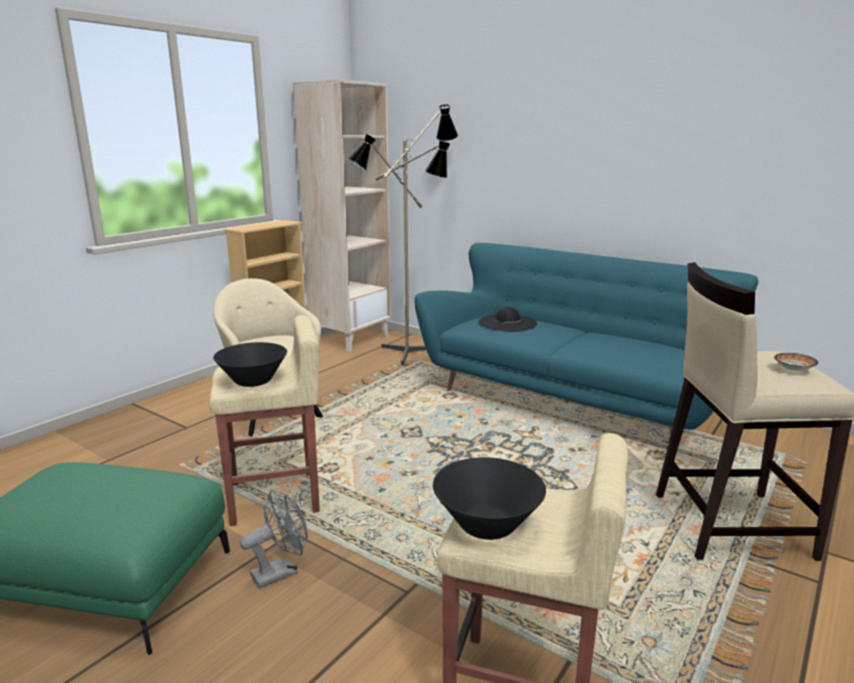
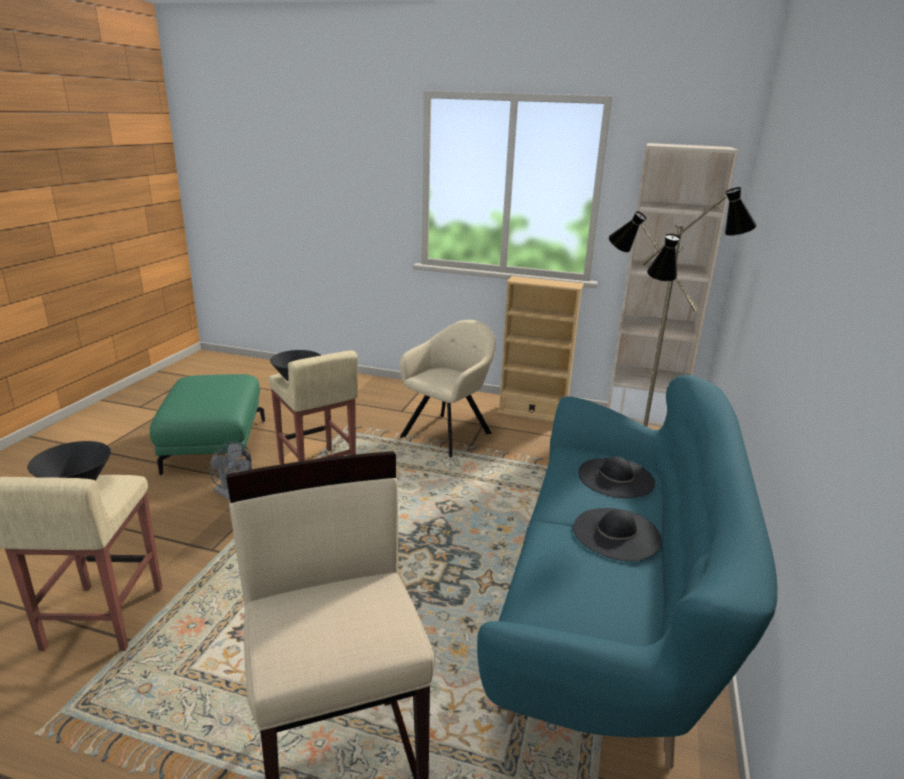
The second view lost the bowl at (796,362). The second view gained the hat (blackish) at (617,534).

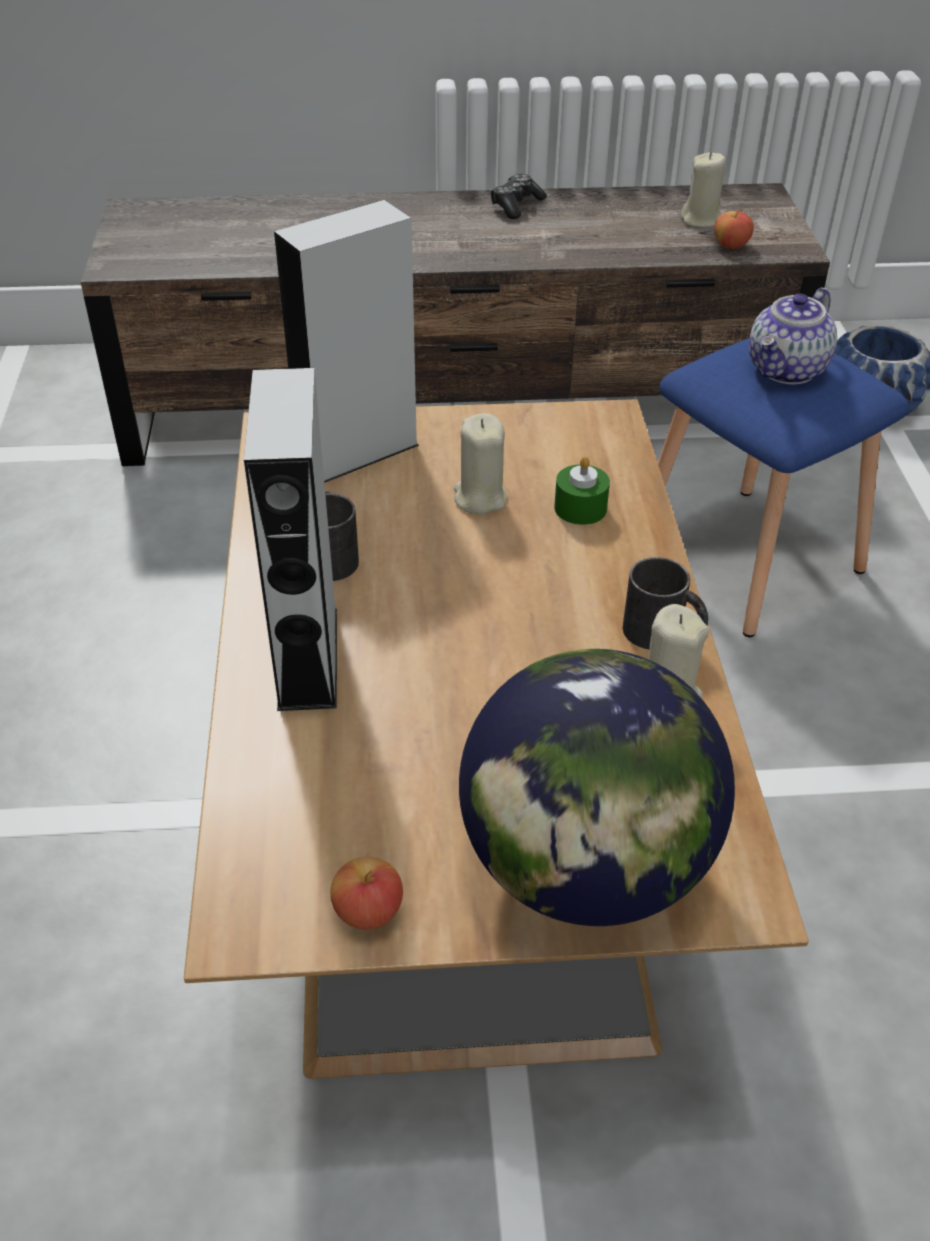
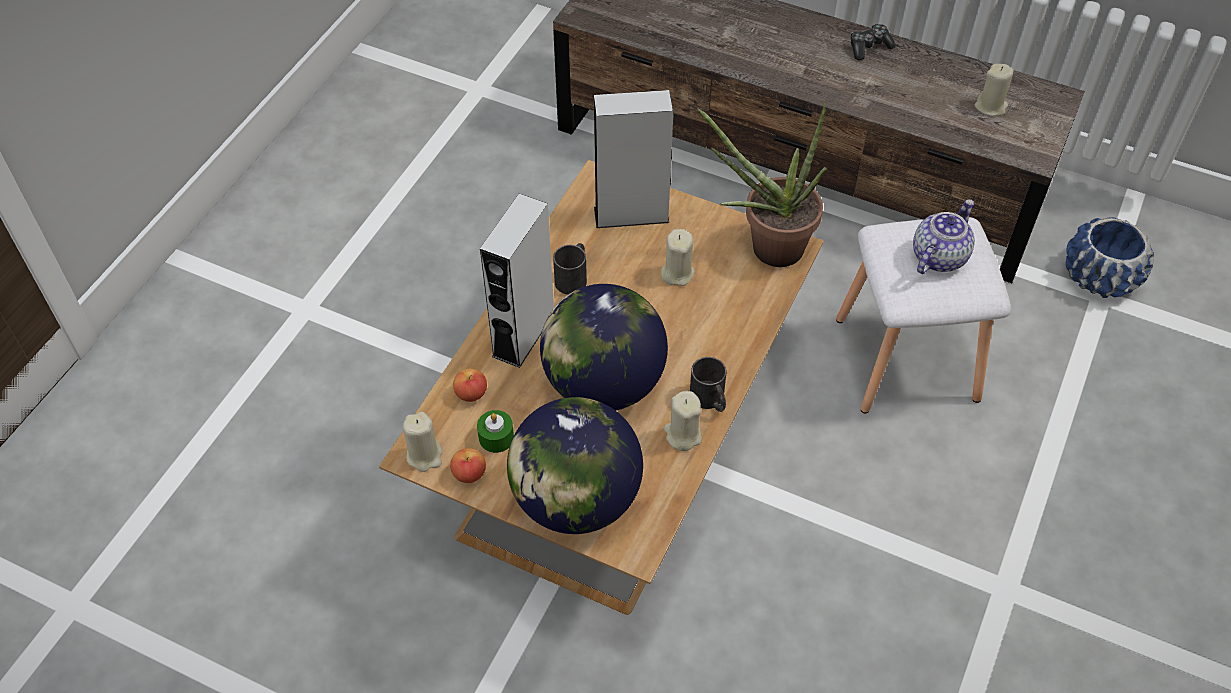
The whole apple ended up elsewhere, having gone from (734,228) to (470,385). The tea pot at (793,336) ended up facing another way, 150 degrees clockwise from before. What was the stool (blue) at (783,487) turned into the stool (white-coloured) at (923,315). The candle (greenish) ended up elsewhere, having gone from (582,490) to (495,431). The second view gained the plant in a pot at (762,184). The second view gained the world globe at (604,347). The second view gained the candle (beige) at (423,442).

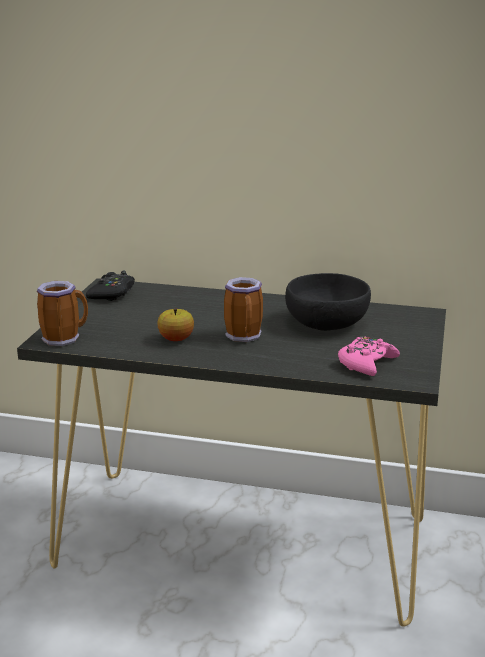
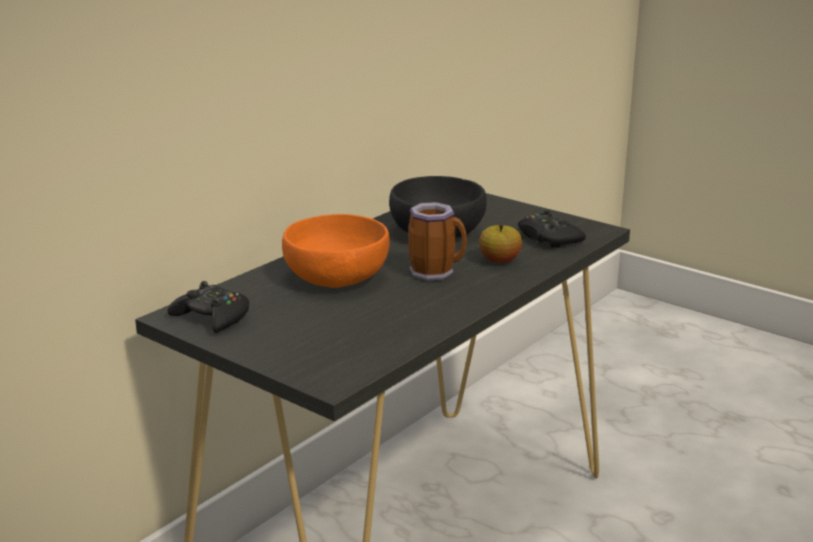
The second view lost the coffee mug at (62,313). The whole apple ended up elsewhere, having gone from (175,325) to (500,244). What was the game controller (pink) at (369,356) turned into the game controller (blackish) at (552,228). The second view gained the bowl (orange) at (336,251).

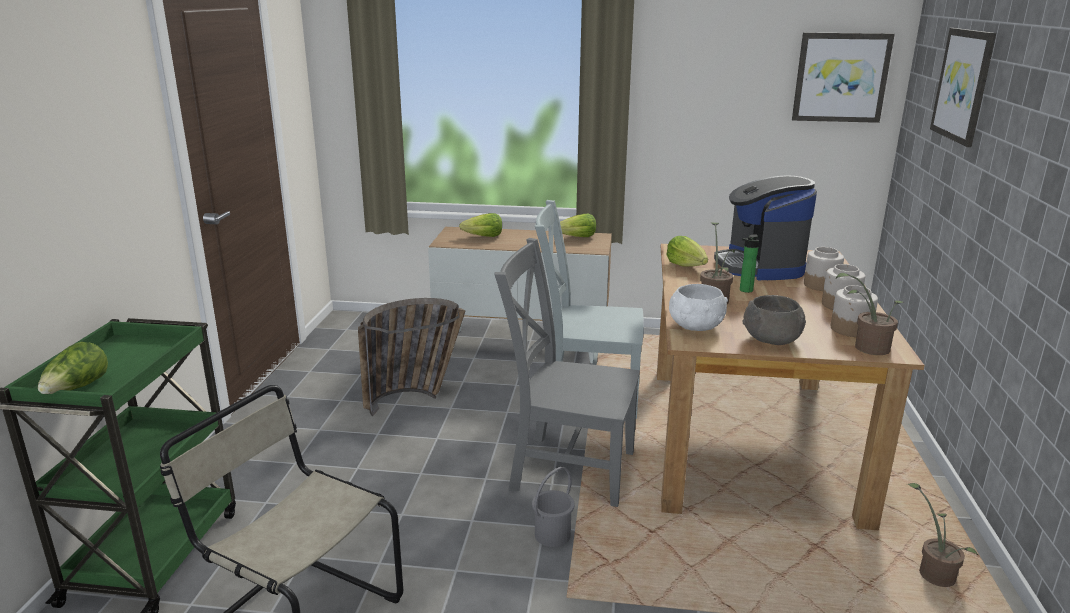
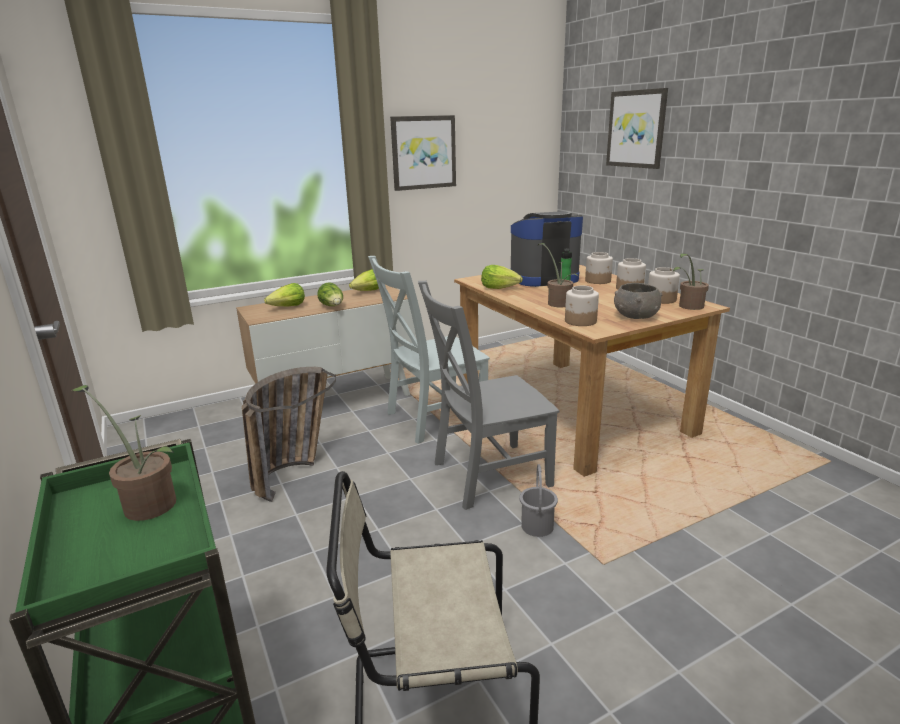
The picture ended up elsewhere, having gone from (843,77) to (423,153). The coffee brewer at (765,227) ended up facing another way, 120 degrees clockwise from before. Where the bowl (white-coloured) stood at (698,307), the storage jar came to stand at (582,306). The lettuce head ended up elsewhere, having gone from (73,368) to (330,294). The plant in a pot ended up elsewhere, having gone from (943,535) to (123,453).

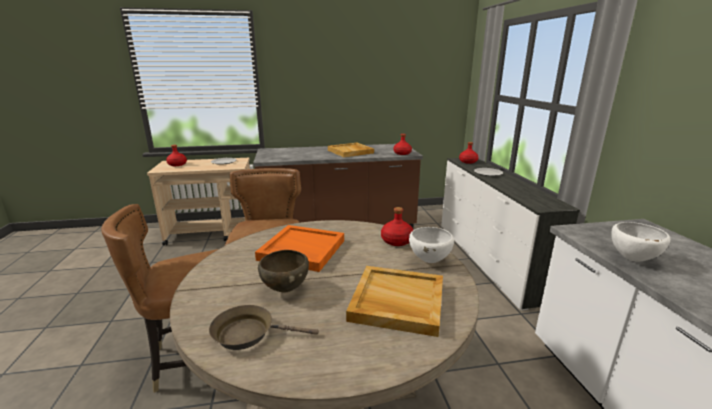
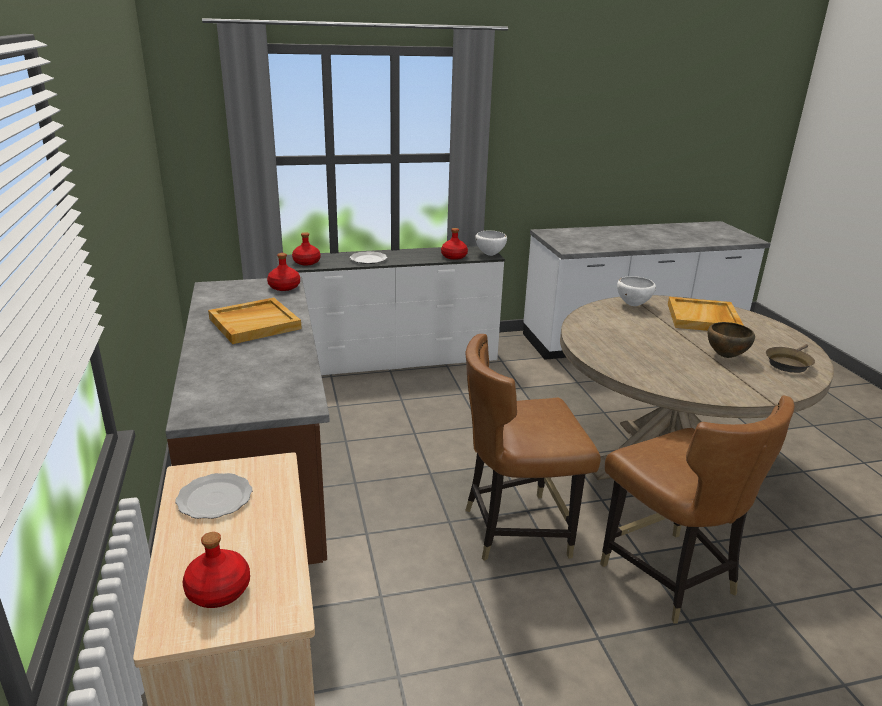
The beverage bottle (reddish) ended up elsewhere, having gone from (397,226) to (454,244). The bowl (white-coloured) ended up elsewhere, having gone from (640,241) to (491,243). The second view lost the carrying tray (orange) at (299,248). The frying pan (brownish) at (264,327) ended up facing another way, 45 degrees clockwise from before.

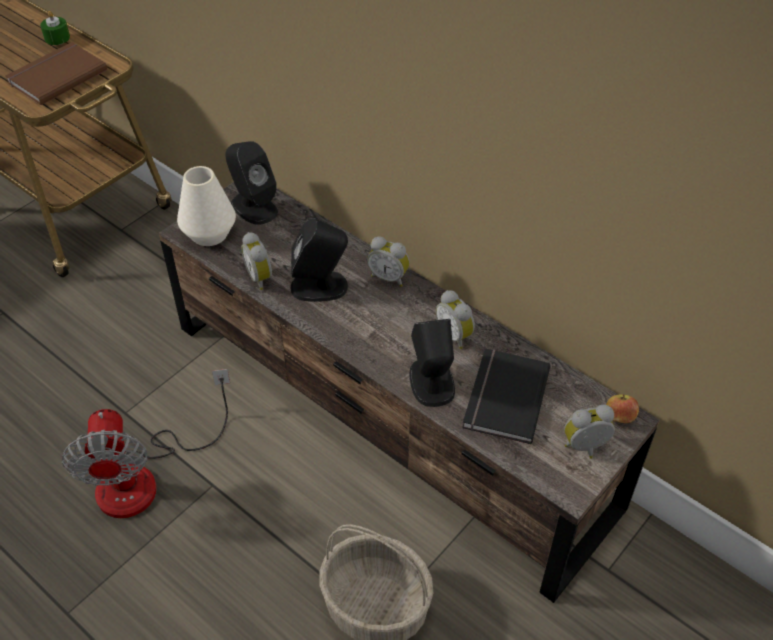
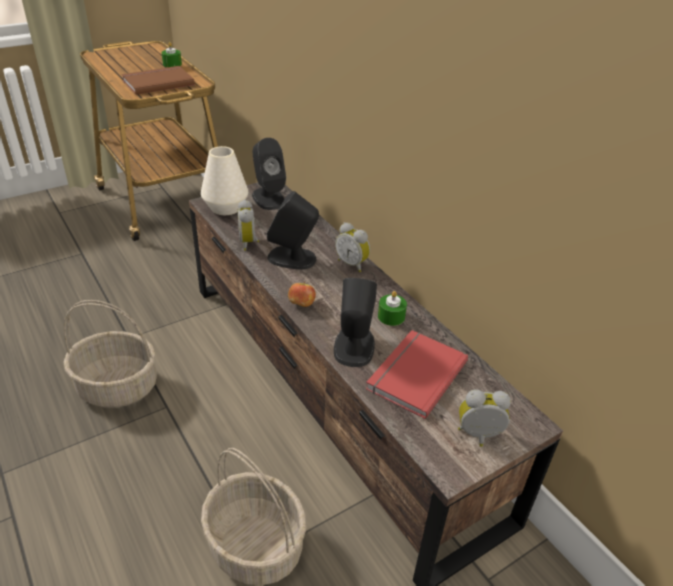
Where the table clock stood at (455,319), the candle (greenish) came to stand at (392,308). What was the bound book (blackish) at (506,396) turned into the bound book (reddish) at (417,374). Where the fan stood at (146,443), the storage basket came to stand at (110,354). The whole apple ended up elsewhere, having gone from (622,408) to (302,294).

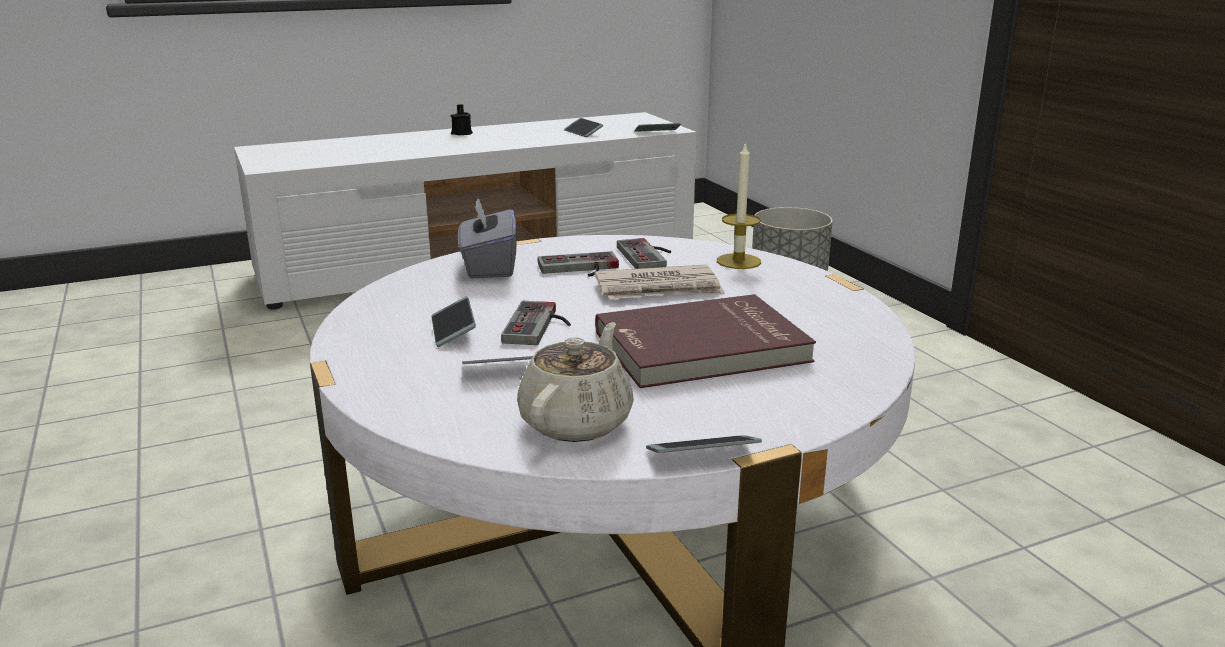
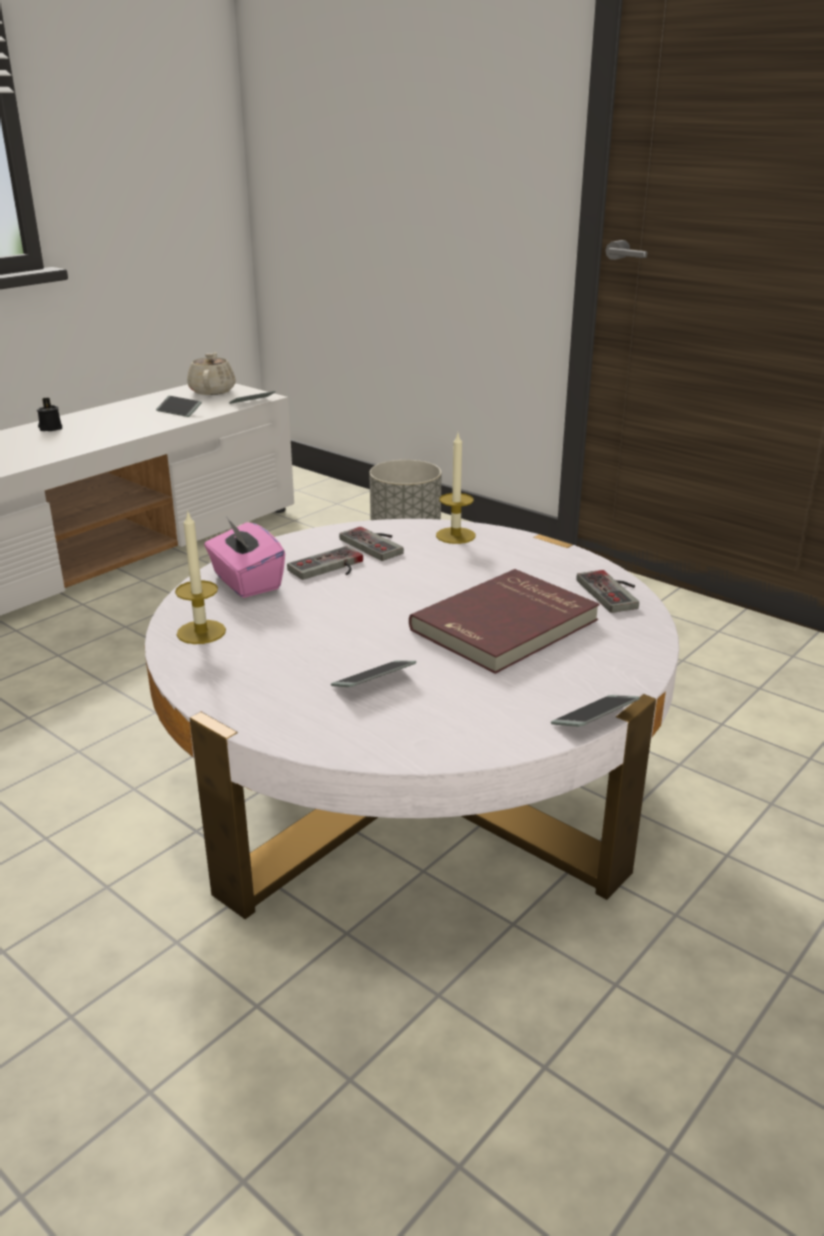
What was the tissue box (gray) at (487,237) turned into the tissue box (pink) at (244,557). The second view lost the printed paper at (659,282). The second view lost the handset at (453,322). The game controller ended up elsewhere, having gone from (536,323) to (608,591). The tea pot (beige) ended up elsewhere, having gone from (575,382) to (211,373). The second view gained the candle at (200,577).

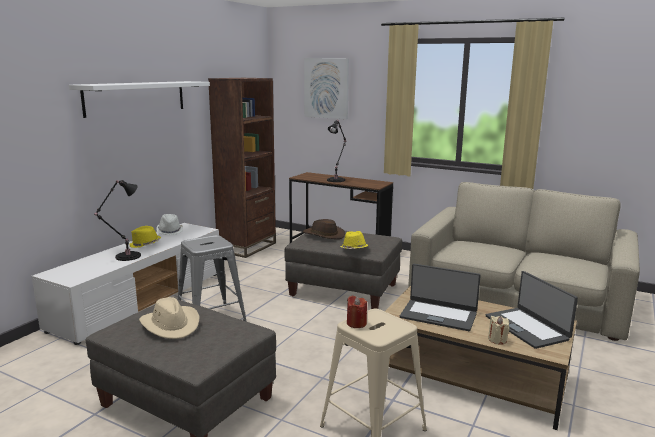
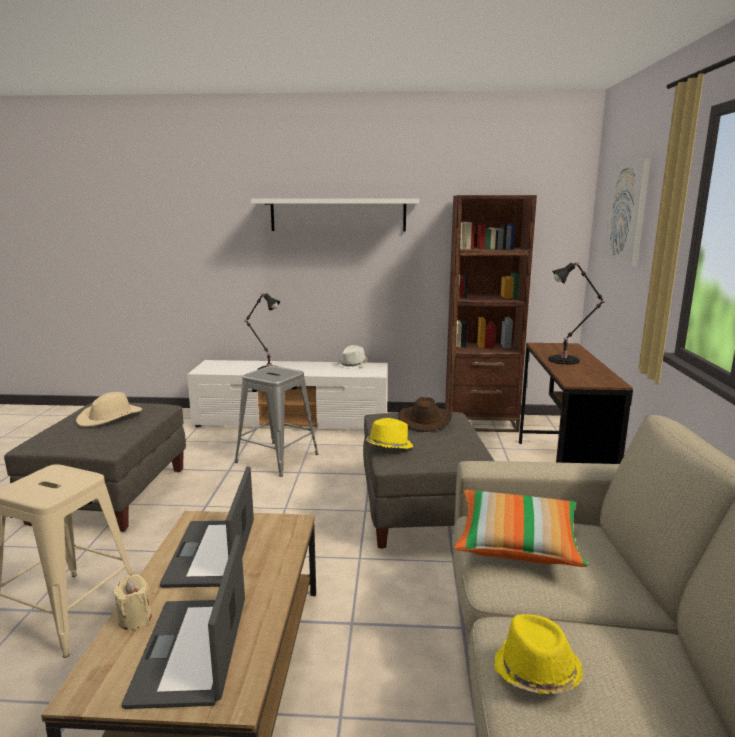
The hat (yellow) ended up elsewhere, having gone from (145,237) to (538,654). The notebook computer at (532,310) ended up facing another way, 45 degrees counterclockwise from before. The second view lost the candle (reddish) at (357,312). The second view gained the throw pillow at (521,528).

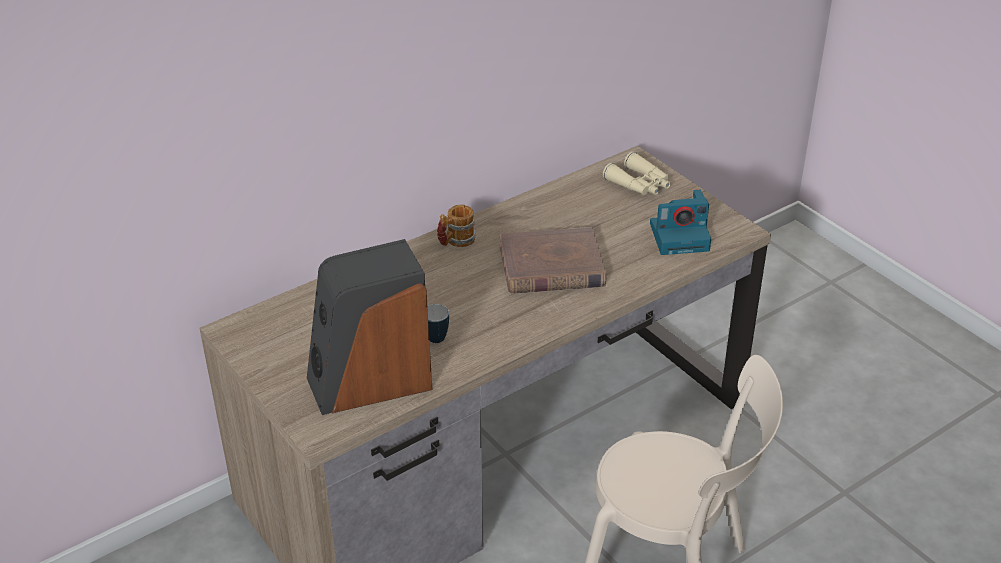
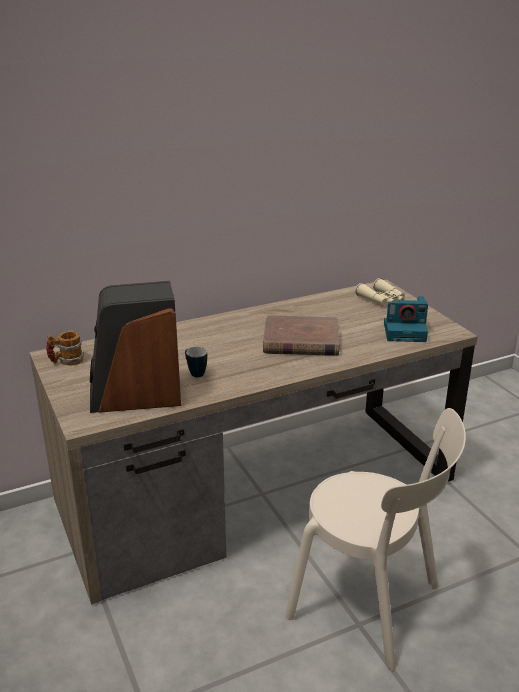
The coffee mug ended up elsewhere, having gone from (456,225) to (65,348).

